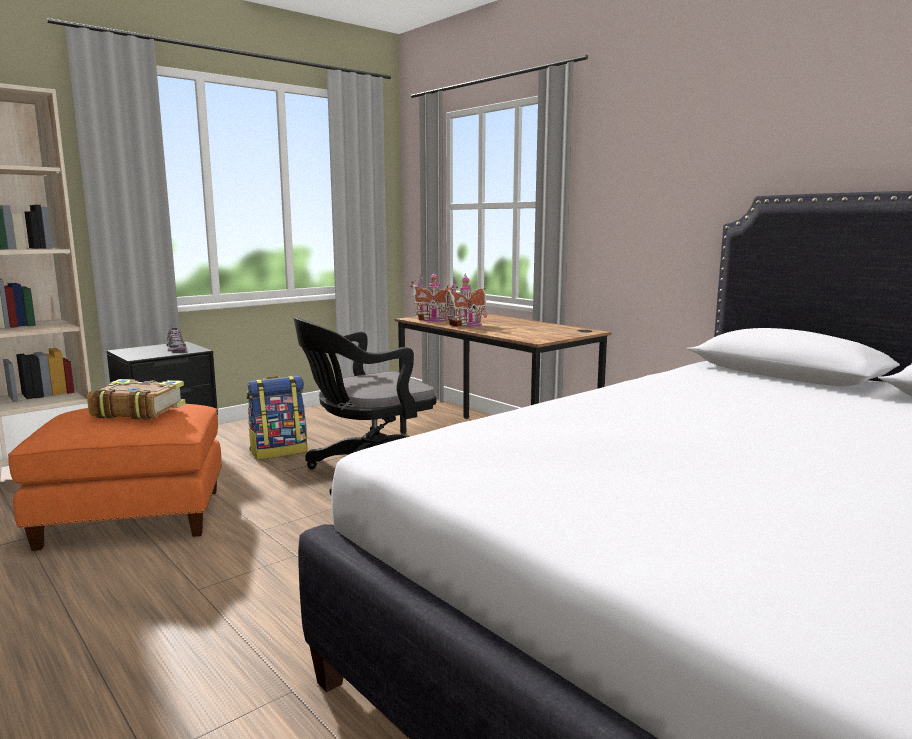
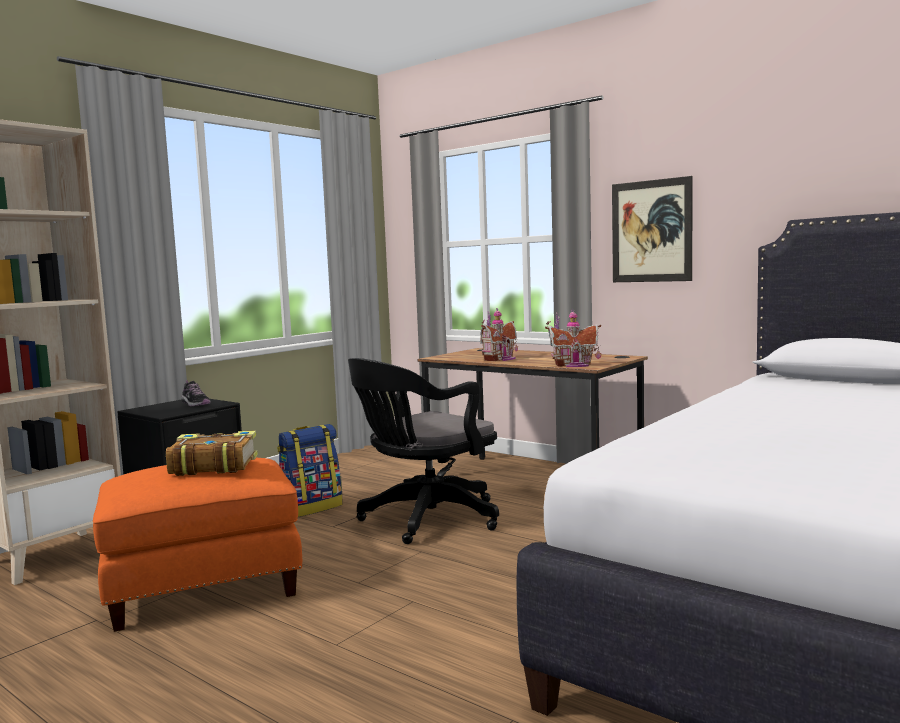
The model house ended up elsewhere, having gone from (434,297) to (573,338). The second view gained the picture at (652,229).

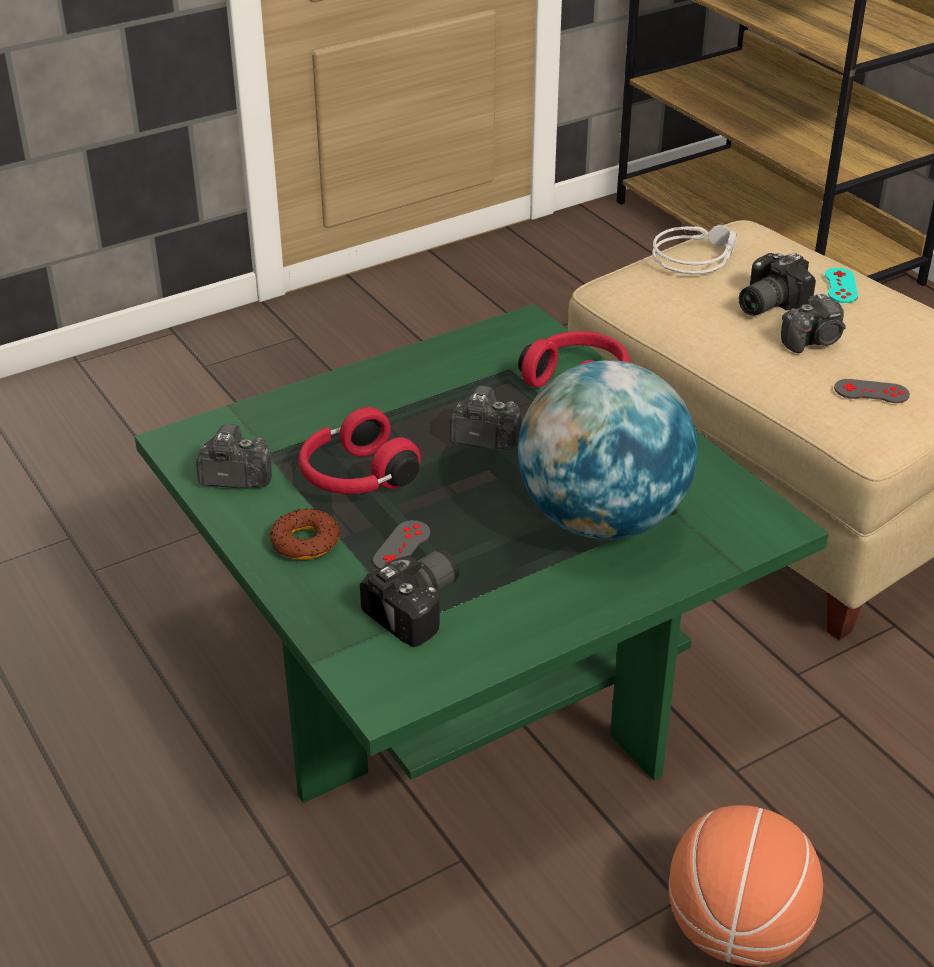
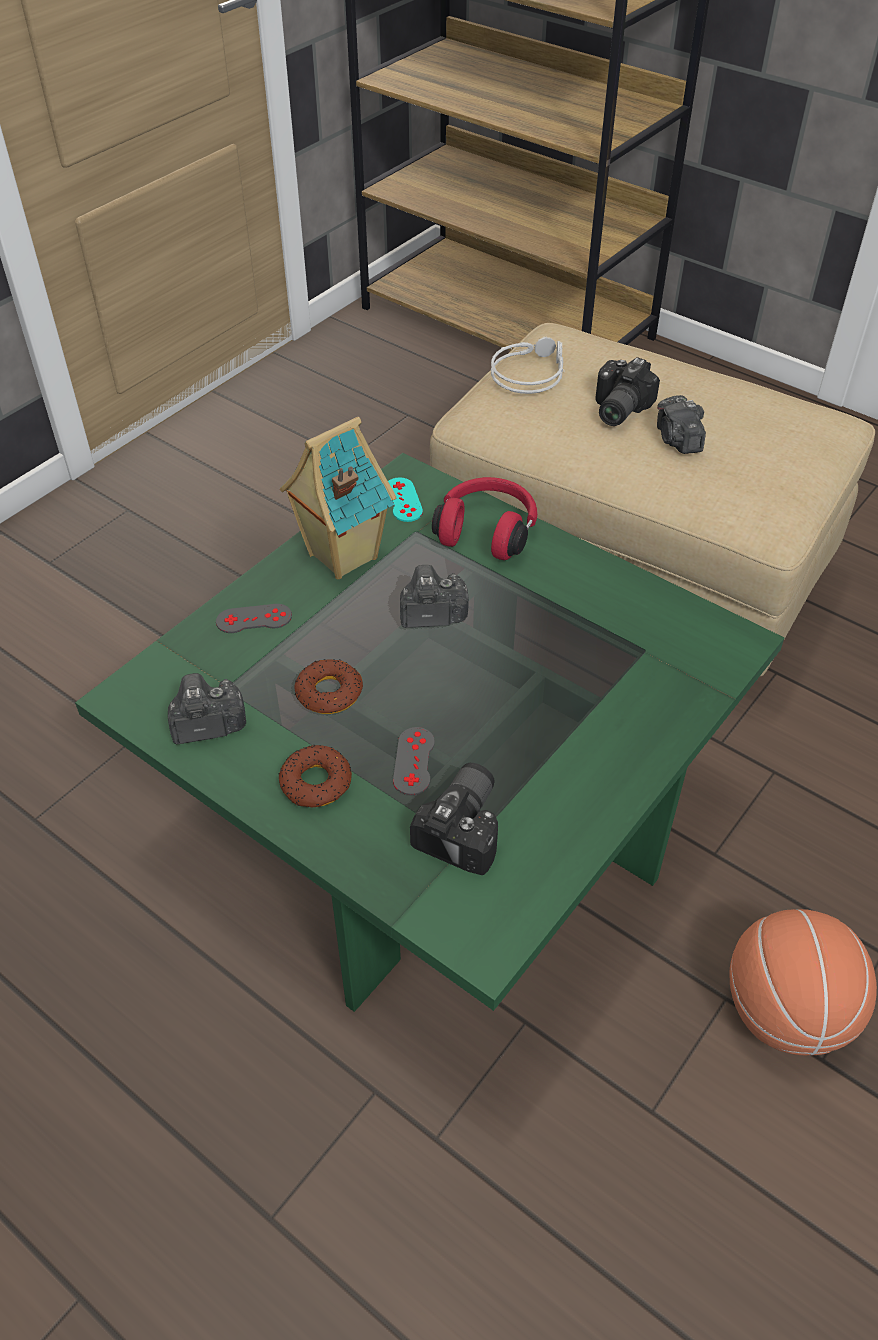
The game controller (blue-green) ended up elsewhere, having gone from (841,285) to (405,499). The still camera at (813,322) ended up facing another way, 120 degrees clockwise from before. The second view lost the world globe at (608,449). The game controller (gray) ended up elsewhere, having gone from (872,391) to (254,618). Where the pair of headphones (reddish) stood at (359,450), the doughnut came to stand at (328,686). The second view gained the model house at (338,498).

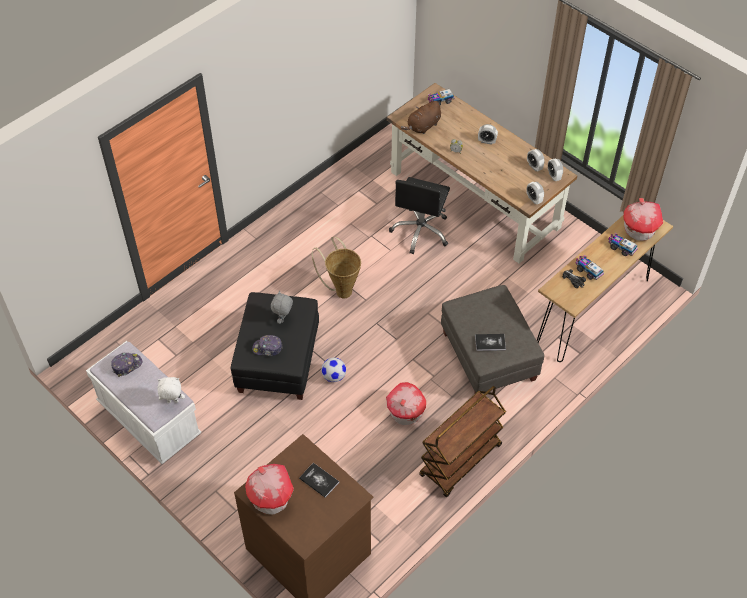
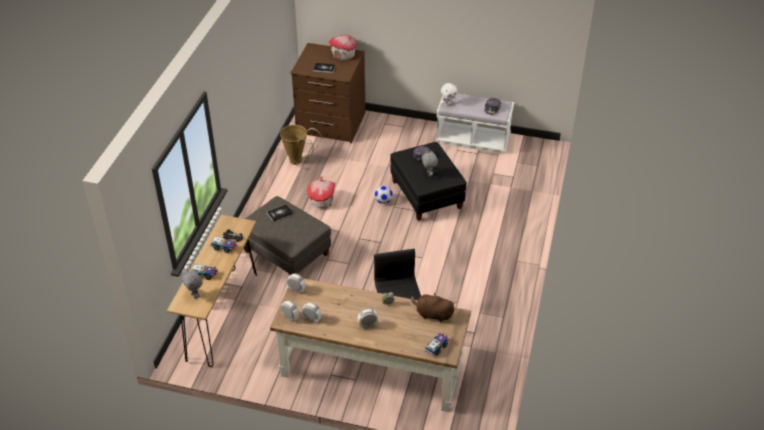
The plush toy (brownish) at (421,117) ended up facing another way, 90 degrees counterclockwise from before. Where the model house stood at (643,219), the plush toy (gray) came to stand at (192,285). The storage basket ended up elsewhere, having gone from (336,267) to (300,145). The second view lost the trolley (brownish) at (462,441).

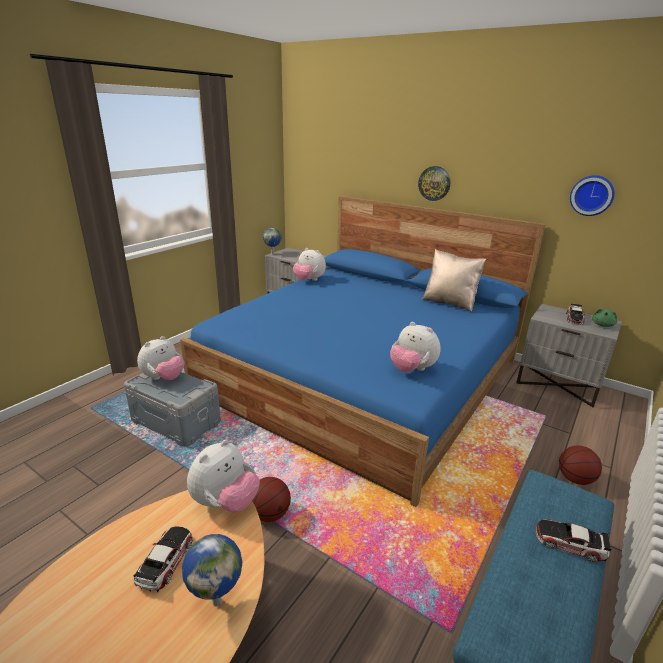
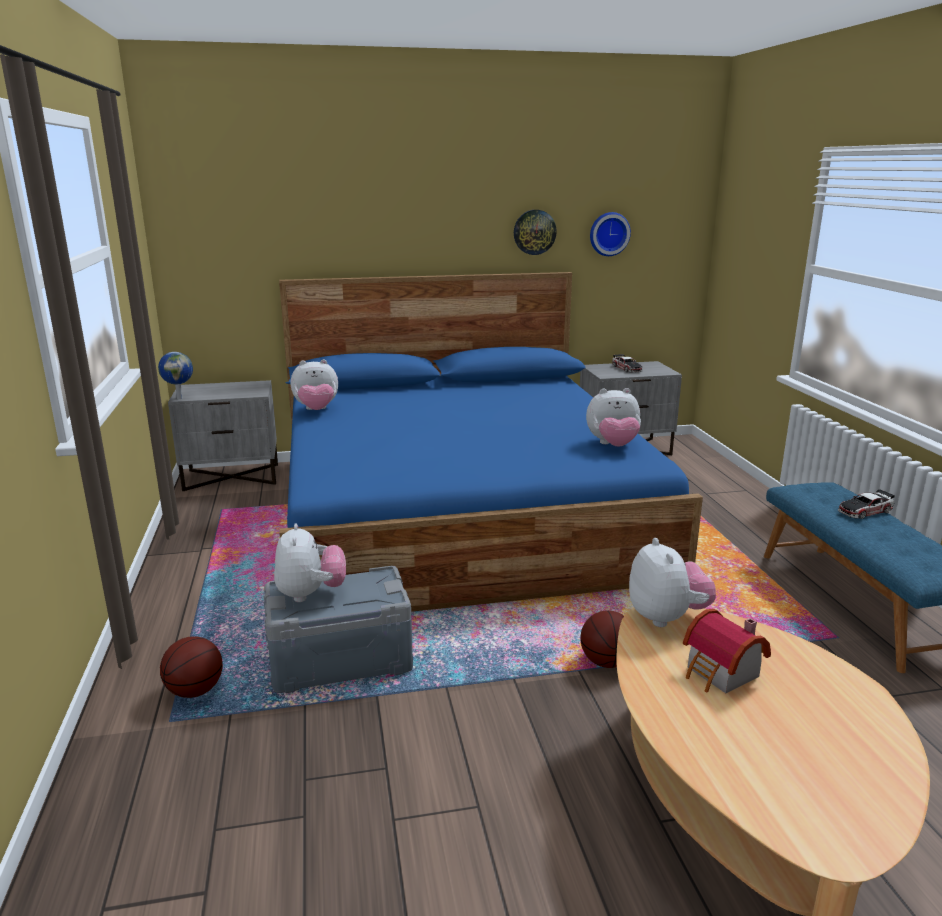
The wall clock ended up elsewhere, having gone from (434,183) to (535,232). The second view lost the throw pillow (beige) at (454,280). The second view lost the plush toy (greenish) at (605,317). The basketball ended up elsewhere, having gone from (580,465) to (191,667). Where the miniature car stood at (163,559), the model house came to stand at (727,651). The second view lost the world globe at (212,570).

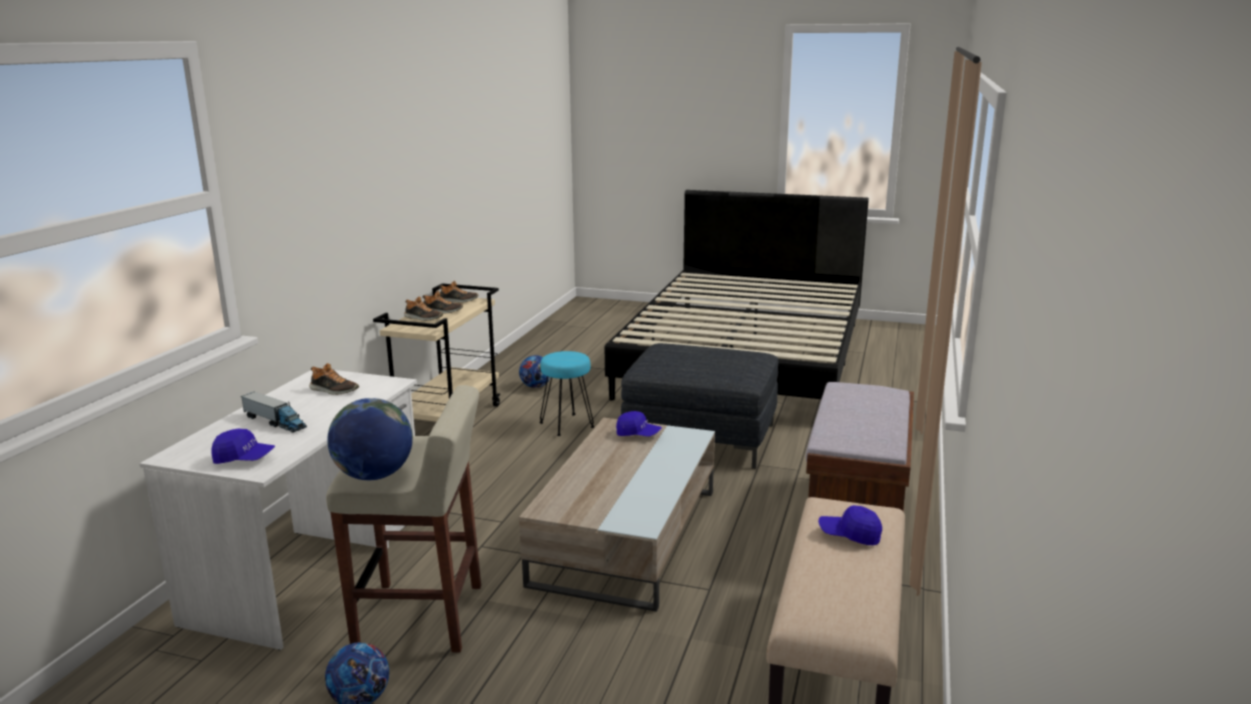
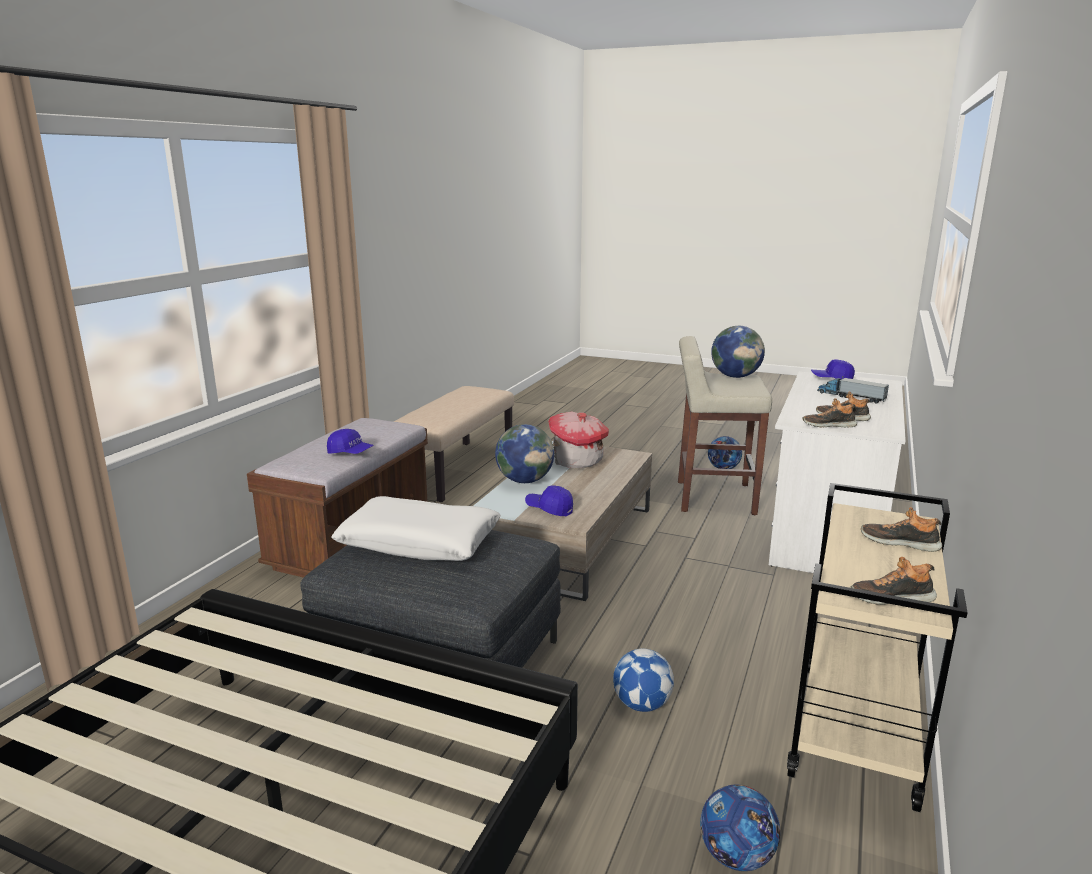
The shoe ended up elsewhere, having gone from (442,302) to (830,412). Where the stool (blue-green) stood at (566,393), the football came to stand at (643,680). The cap (blue) ended up elsewhere, having gone from (850,525) to (350,441). The second view gained the model house at (578,440). The second view gained the world globe at (524,453). The second view gained the throw pillow (white-coloured) at (416,528).

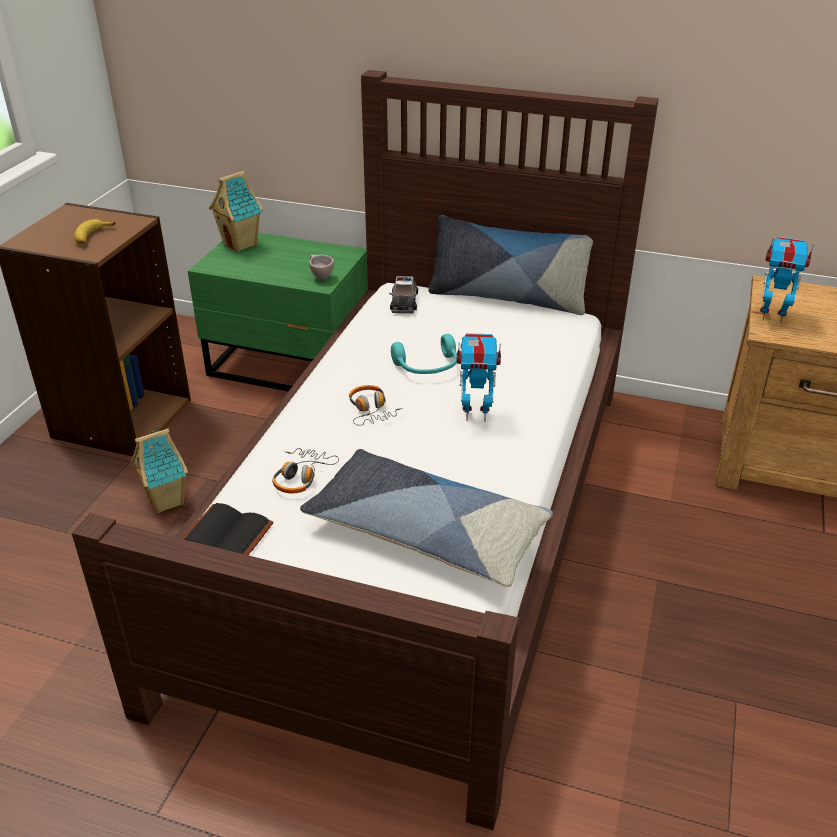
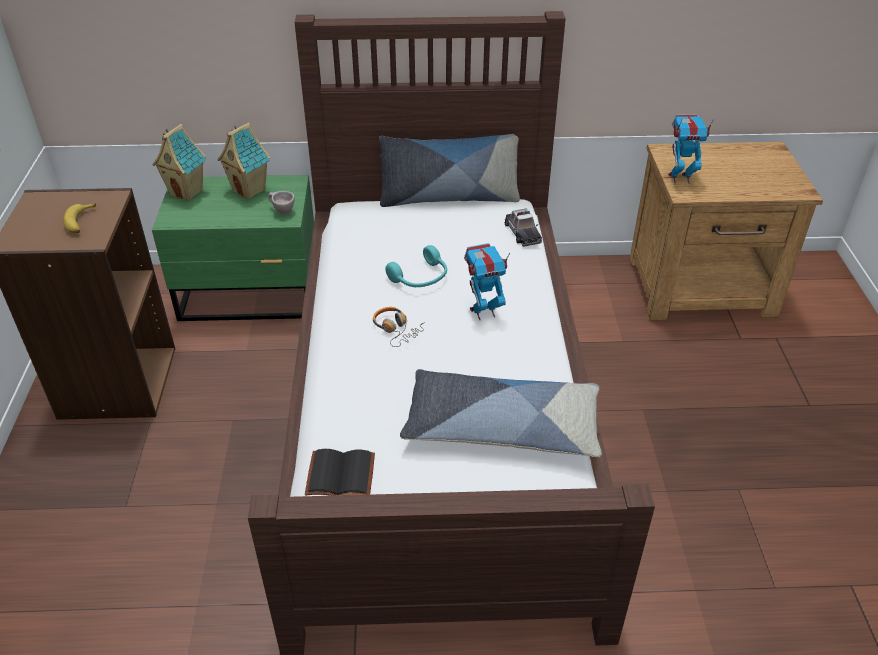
The miniature car ended up elsewhere, having gone from (403,294) to (523,227). The model house ended up elsewhere, having gone from (159,469) to (243,161). The second view lost the pair of headphones at (305,470).

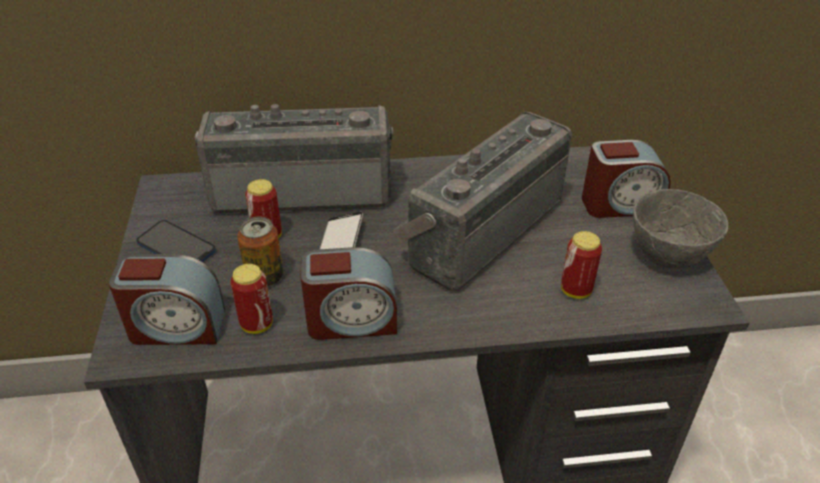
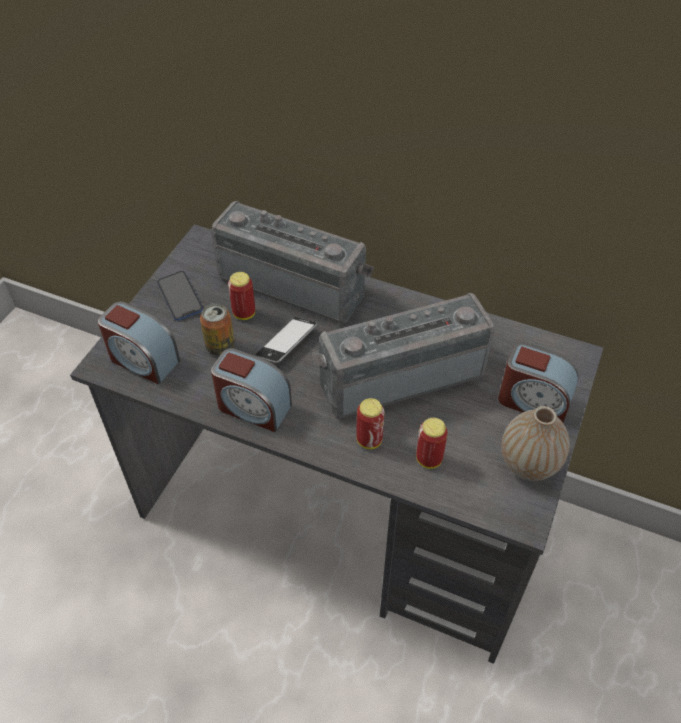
Where the bowl (gray) stood at (680,229), the flower vase came to stand at (535,443). The metal can ended up elsewhere, having gone from (251,299) to (370,423).

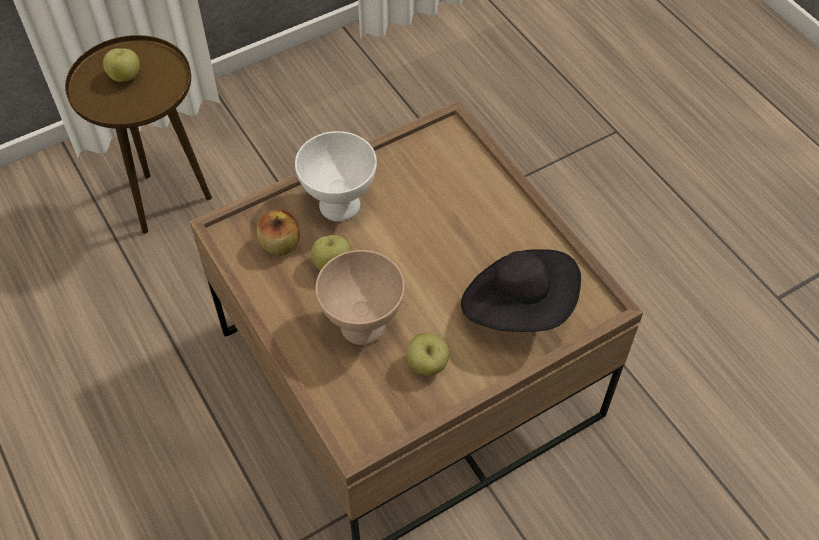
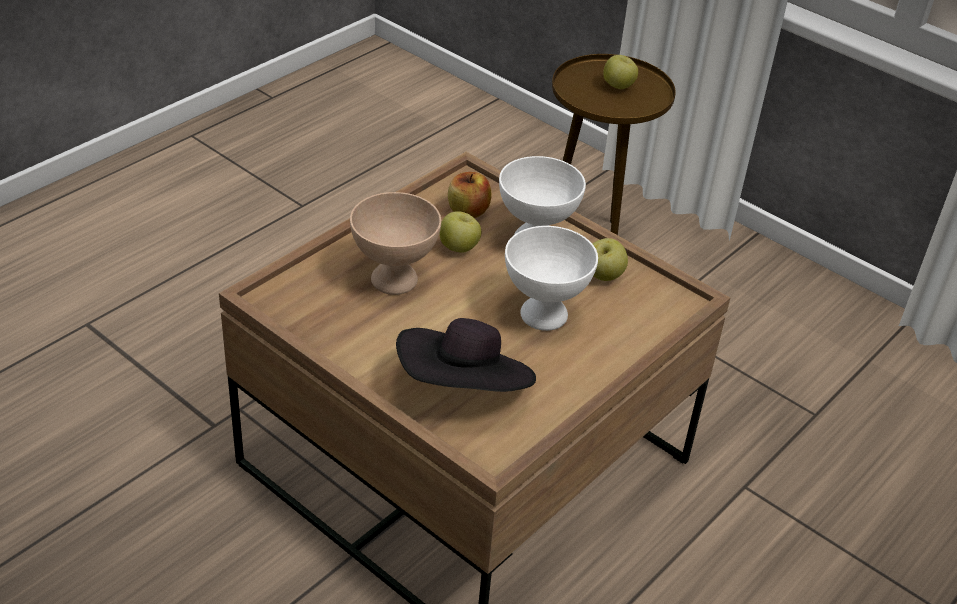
The whole apple ended up elsewhere, having gone from (427,354) to (610,259). The second view gained the bowl (white-coloured) at (551,278).

